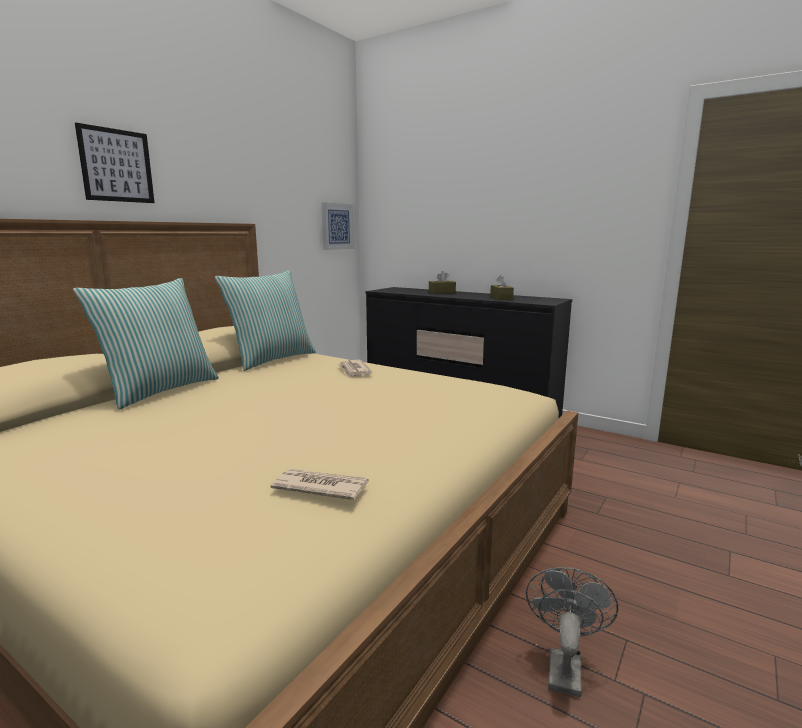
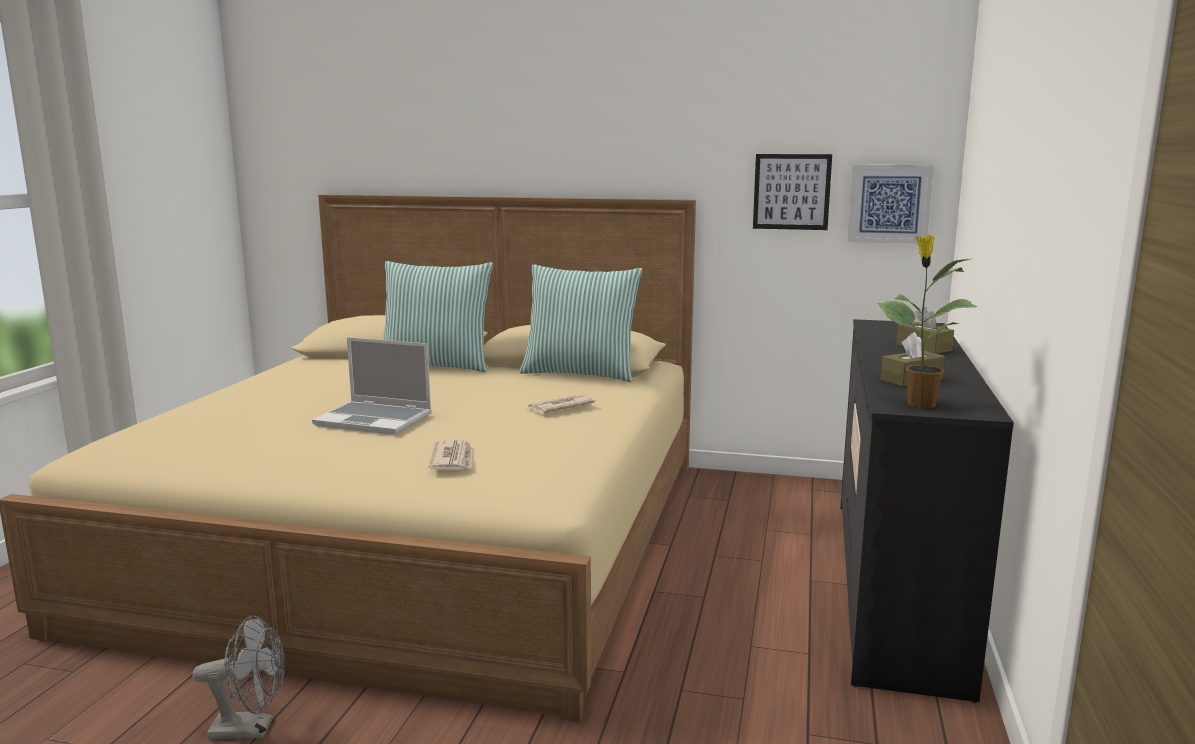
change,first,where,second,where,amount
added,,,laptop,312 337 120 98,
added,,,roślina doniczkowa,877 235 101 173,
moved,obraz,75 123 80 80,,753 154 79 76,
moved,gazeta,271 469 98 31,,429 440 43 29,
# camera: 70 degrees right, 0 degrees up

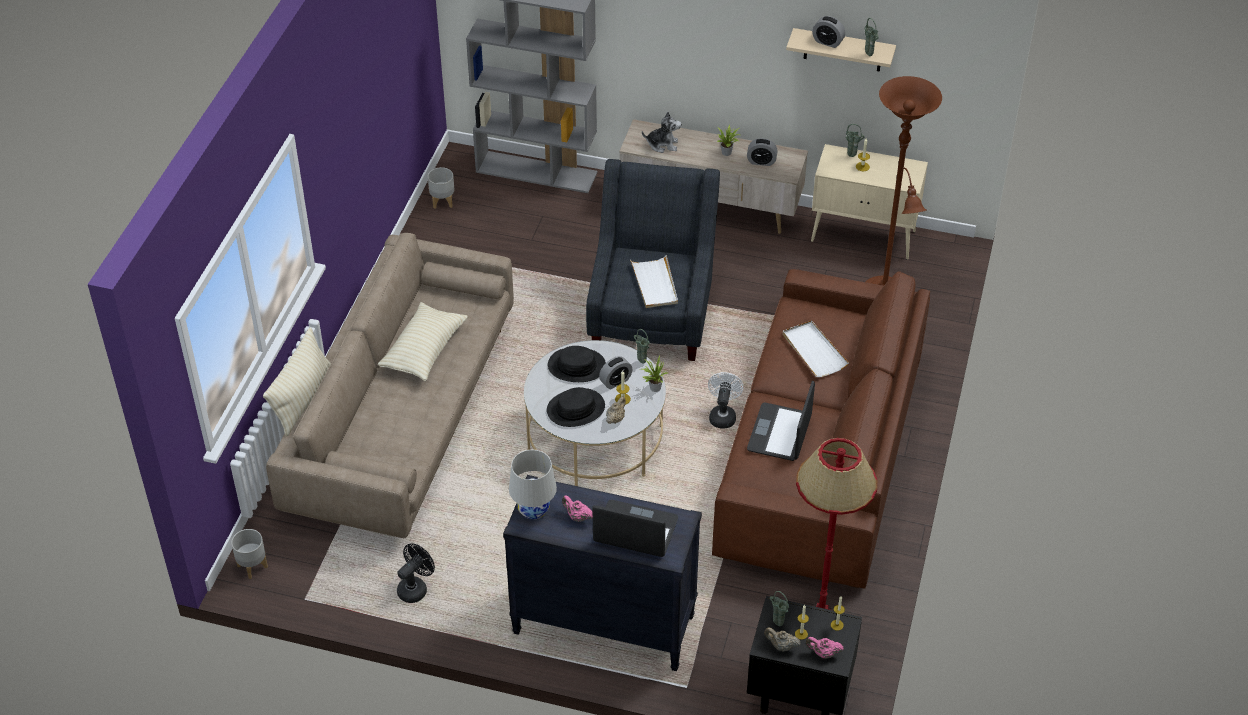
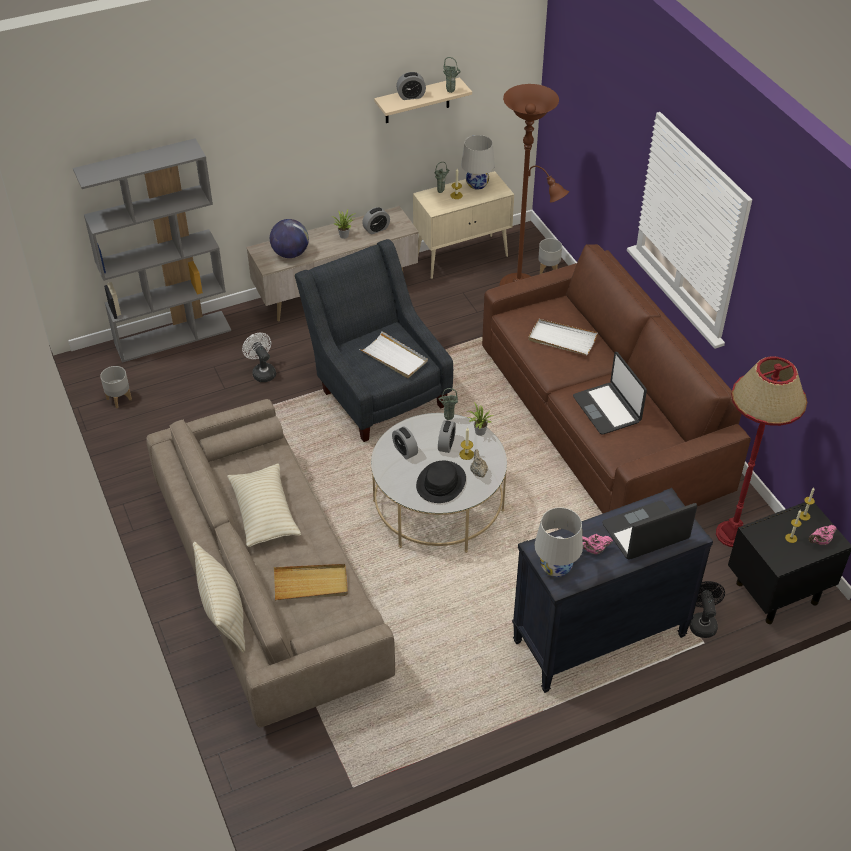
change,first,where,second,where,amount
removed,imbryk/beżowy,764 628 37 23,,,
removed,wazon/zielony,770 591 19 35,,,
added,,,taca/beżowy,274 564 74 36,
added,,,lampa stołowa/biały,461 135 34 55,
moved,donica/szary,231 529 37 50,,538 238 24 36,
moved,wentylator/czarny,397 543 38 60,,689 581 36 57,
moved,wentylator/biały,708 372 35 56,,242 333 34 49,
replaced,kapelusz/czarny,548 346 58 36,budzik,392 426 26 34,
replaced,pluszak,642 111 39 42,globus,270 219 39 39,
# camera: 40 degrees left, 0 degrees up

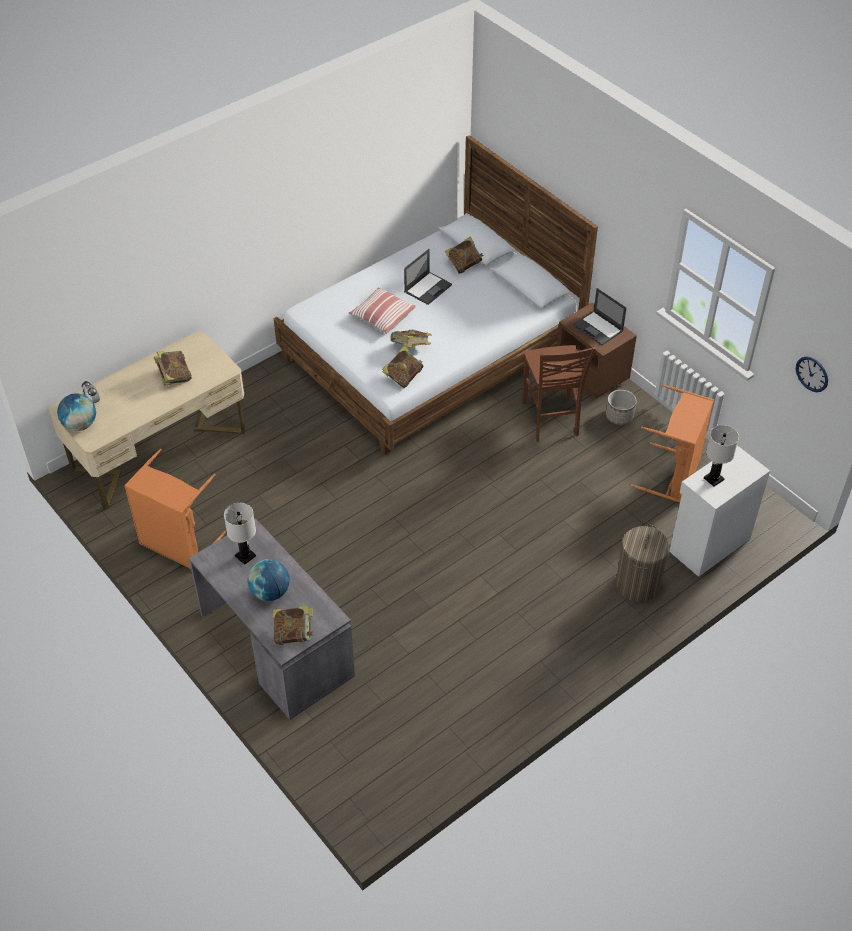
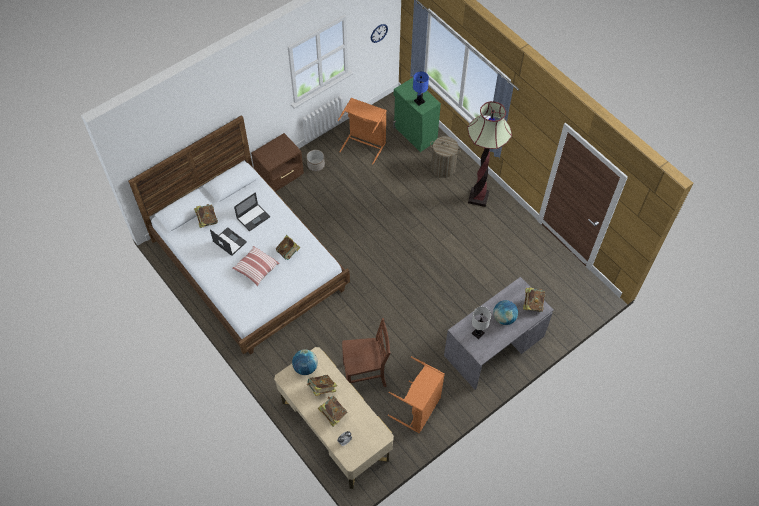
change,first,where,second,where,amount
added,,,lampa stojąca,467 101 45 106,
moved,globus,57 393 39 38,,292 350 26 25,
moved,książka,382 346 42 42,,318 396 29 30,
moved,krzesło/brązowy,522 345 74 97,,342 318 49 69,
moved,laptop,573 288 54 58,,234 192 36 40,
recoloured,szafka/biały,669 445 101 132,szafka/zielony,393 78 48 74,
recoloured,lampa stołowa/biały,704 425 35 62,lampa stołowa/niebieski,413 71 16 35,
# camera: 90 degrees left, 10 degrees up

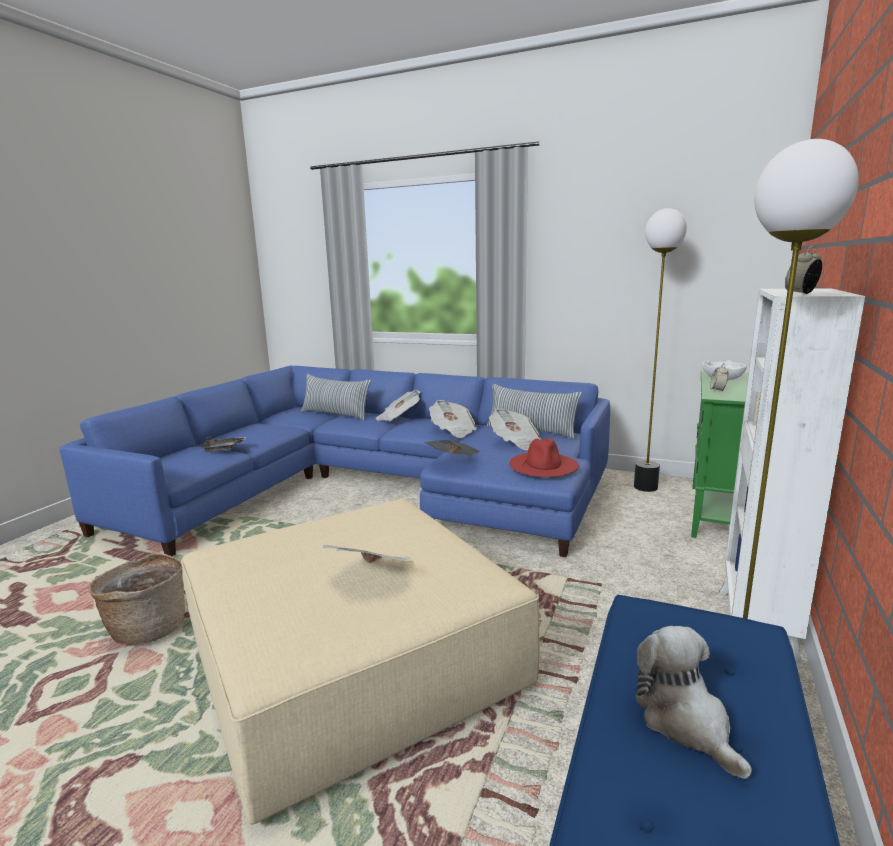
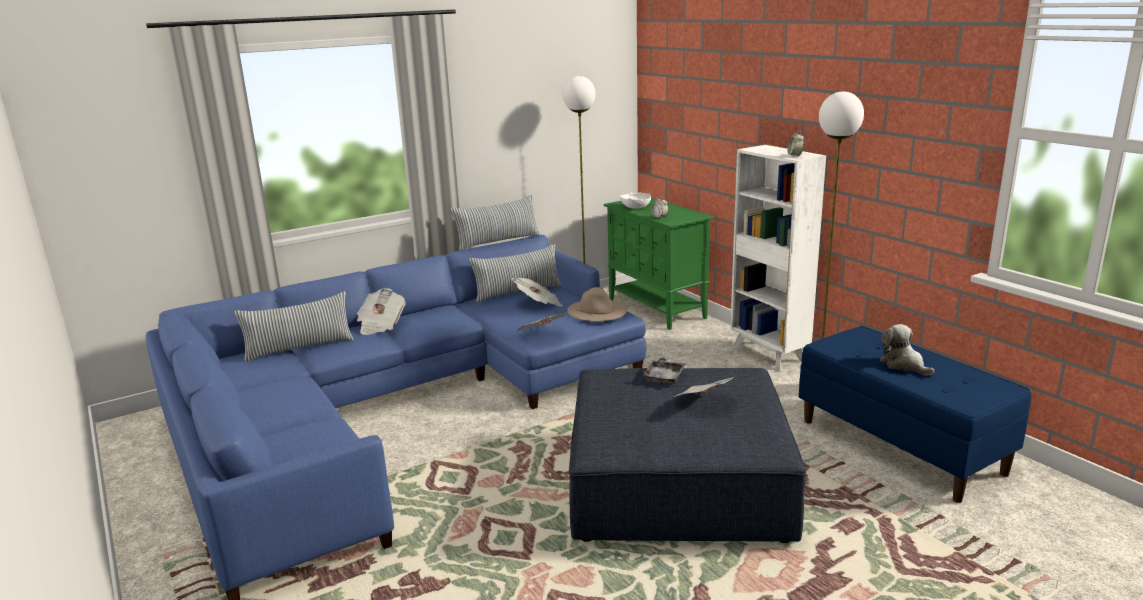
change,first,where,second,where,amount
removed,koszyk,89 552 96 93,,,
removed,gazeta,429 400 48 38,,,
added,,,poduszka,450 195 90 56,
moved,taca/szary,202 437 44 15,,642 356 44 28,
recoloured,pufa/beżowy,181 499 359 326,pufa/niebieski,569 368 237 175,
recoloured,kapelusz/czerwony,509 438 70 39,kapelusz/beżowy,567 287 60 34,
turned,pluszak,636 626 116 154,,880 324 55 52,45 degrees clockwise
# camera: 55 degrees left, 5 degrees up

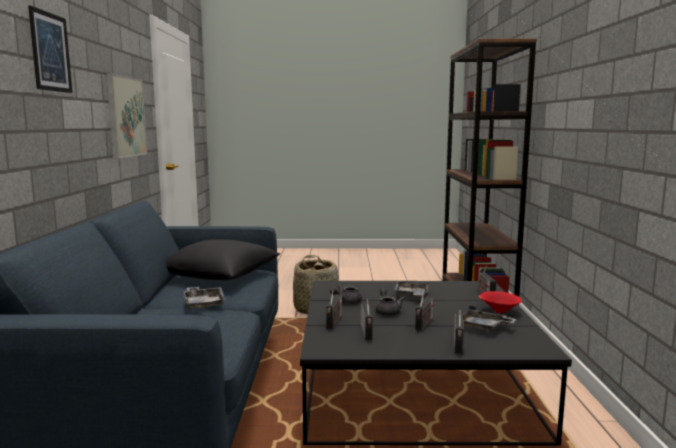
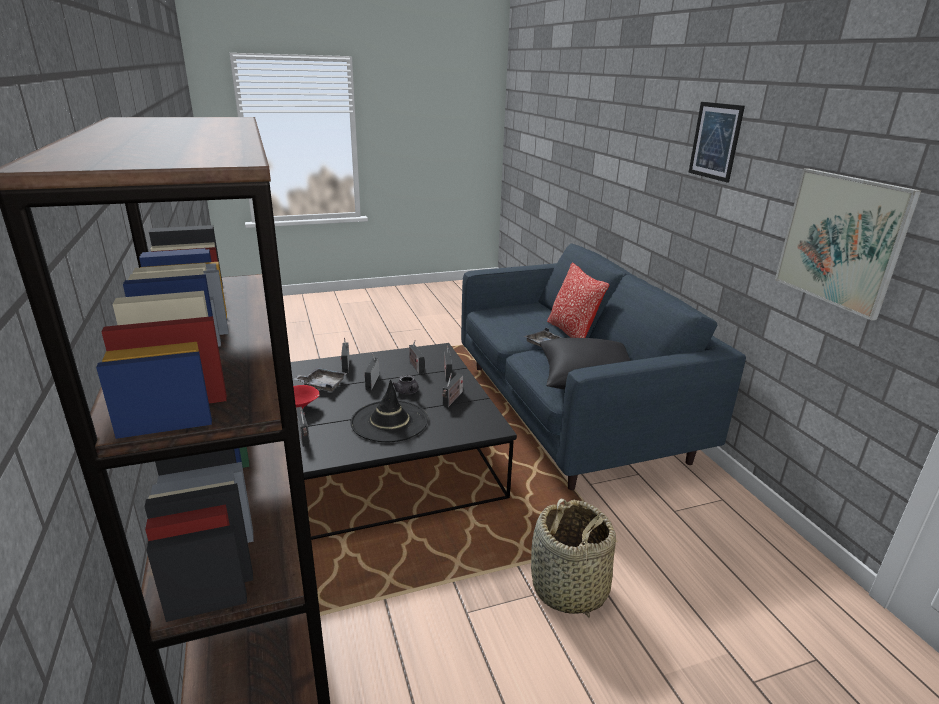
change,first,where,second,where,amount
added,,,poduszka,547 263 63 75,
replaced,imbryk/szary,330 285 32 19,radio,443 373 20 34,
replaced,taca/szary,394 280 35 17,kapelusz/czarny,350 380 78 62,
# camera: 160 degrees right, 15 degrees up

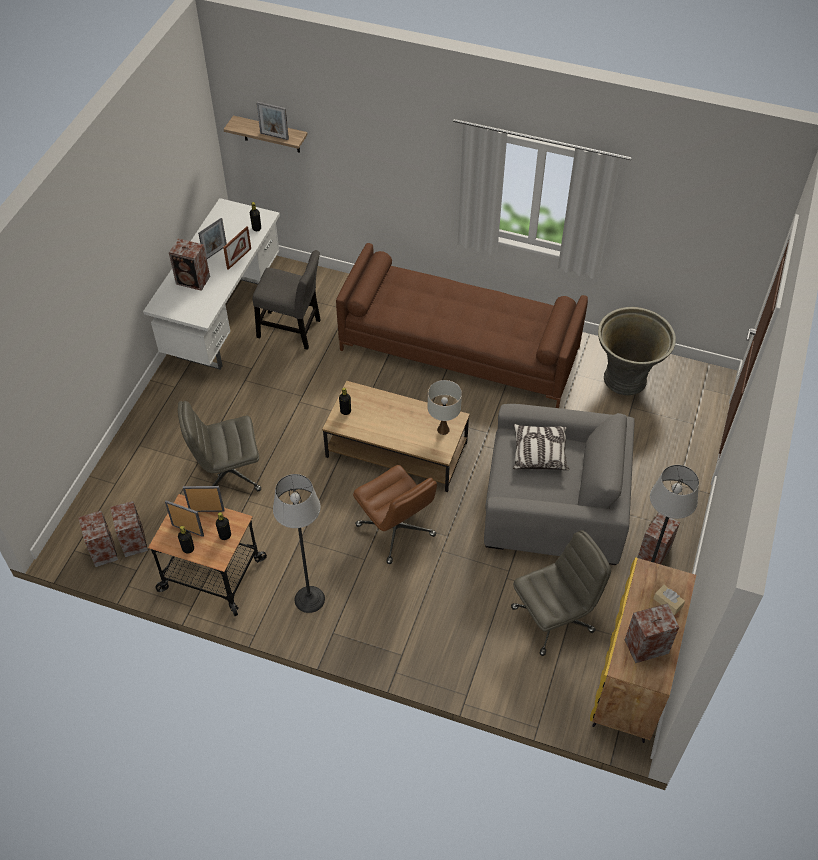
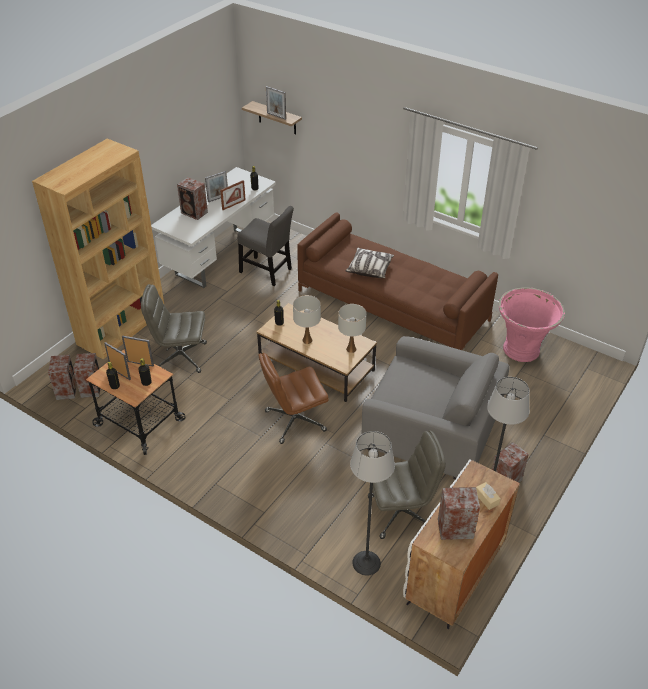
change,first,where,second,where,amount
added,,,regał/brązowy,32 139 132 220,
added,,,lampa stołowa/biały,293 295 28 49,
moved,lampa stojąca,273 474 52 139,,350 431 45 144,
moved,poduszka,513 424 56 46,,345 248 49 30,
recoloured,szafka/żółty,590 557 106 186,szafka/biały,403 459 117 170,
recoloured,donica/szary,598 307 78 89,donica/różowy,499 287 66 75,
turned,krzesło biurowe/brązowy,353 465 84 99,,258 353 71 91,90 degrees clockwise
# camera: 15 degrees right, 10 degrees down

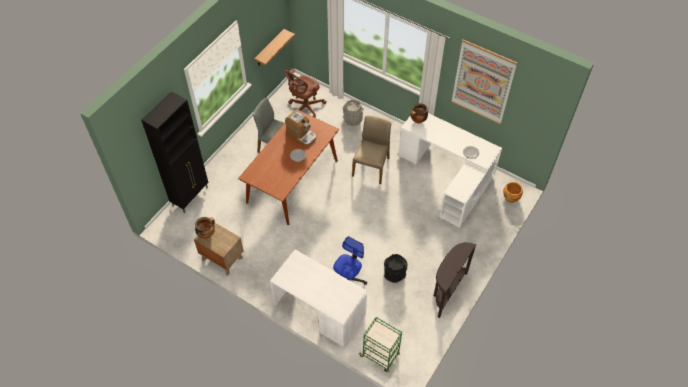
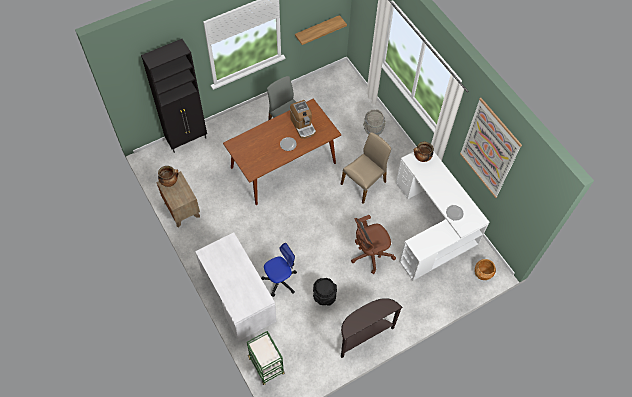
change,first,where,second,where,amount
moved,krzesło biurowe/brązowy,284 69 43 49,,351 215 45 59,
# camera: 25 degrees right, 5 degrees up

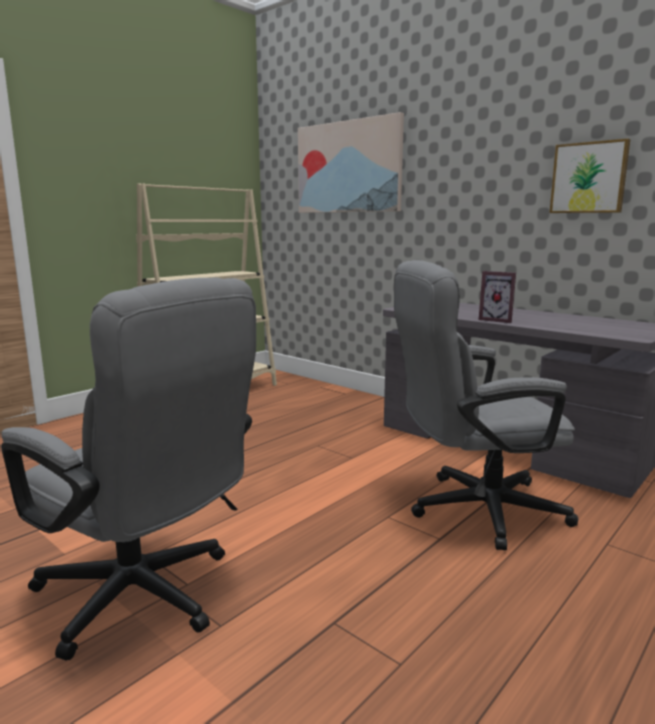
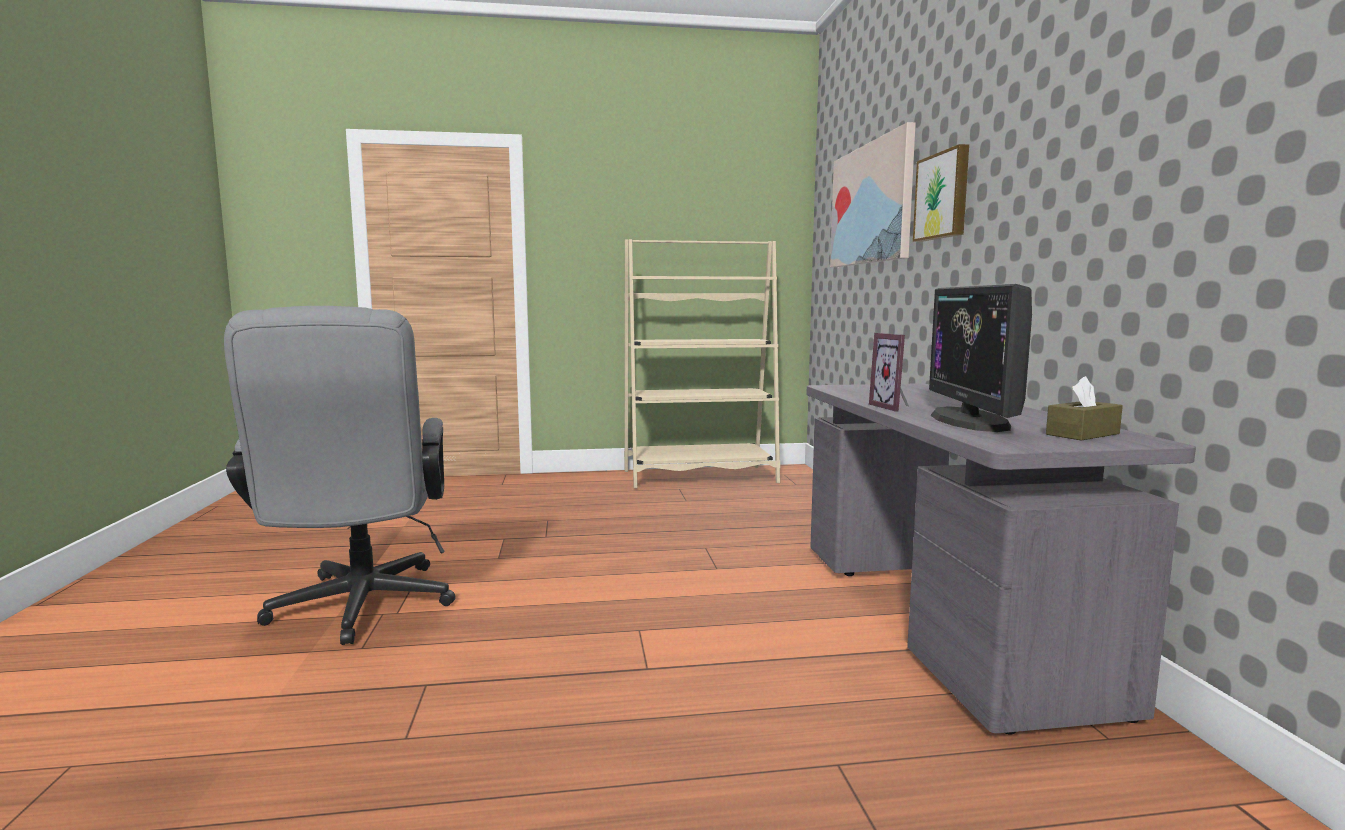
change,first,where,second,where,amount
removed,krzesło biurowe/szary,394 260 184 290,,,
added,,,monitor,929 284 103 148,
added,,,pudełko chusteczek/brązowy,1046 376 77 64,
moved,obraz,550 139 80 74,,913 144 56 98,
# camera: 40 degrees right, 5 degrees down

